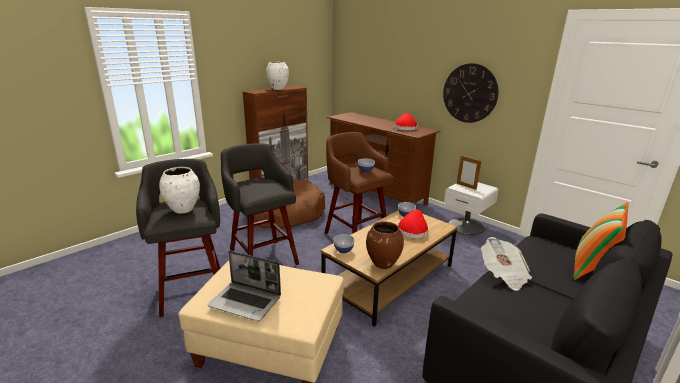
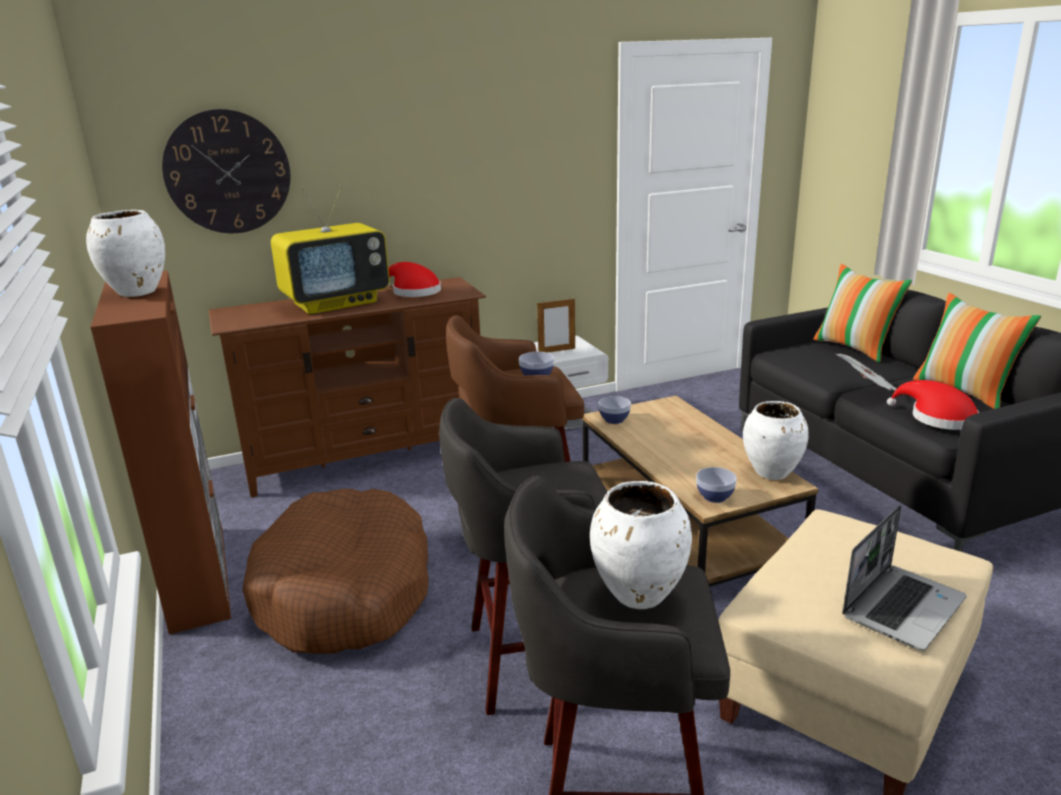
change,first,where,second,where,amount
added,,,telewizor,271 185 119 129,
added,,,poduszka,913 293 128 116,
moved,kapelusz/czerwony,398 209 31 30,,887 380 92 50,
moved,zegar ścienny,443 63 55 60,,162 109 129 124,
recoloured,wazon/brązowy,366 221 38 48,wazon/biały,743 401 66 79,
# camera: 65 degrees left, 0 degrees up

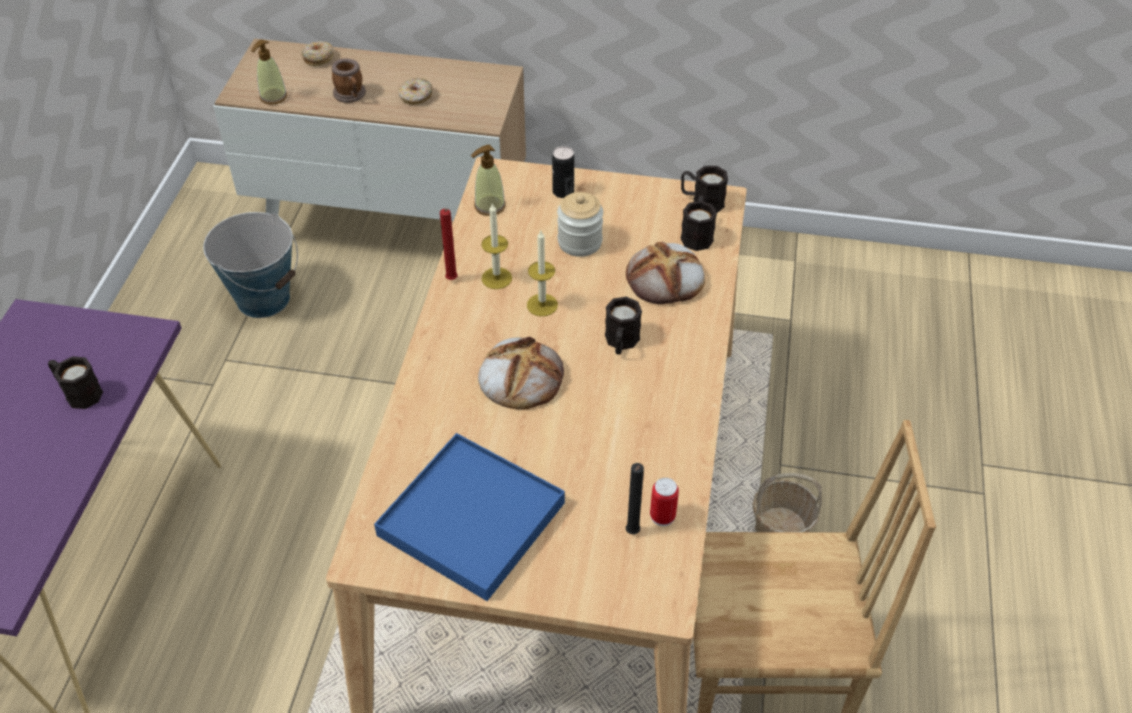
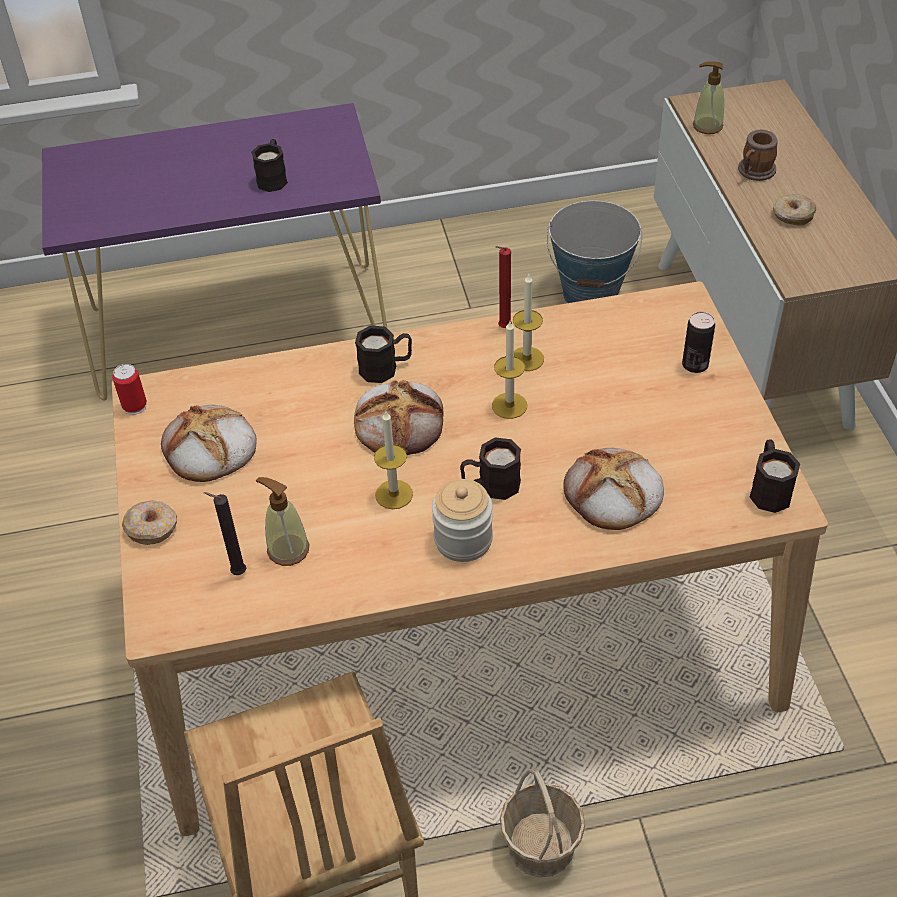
change,first,where,second,where,amount
added,,,świeca,374 410 39 99,
moved,donut,301 41 33 25,,122 500 55 45,
moved,dozownik mydła,471 145 35 71,,256 477 53 89,
moved,słoik,557 192 46 65,,432 479 61 83,
moved,puszka,650 478 29 48,,112 364 35 51,
moved,kubek/czarny,680 195 37 56,,355 326 57 57,
replaced,taca/niebieski,374 433 191 168,chleb,161 405 96 77,
# camera: 70 degrees right, 0 degrees up

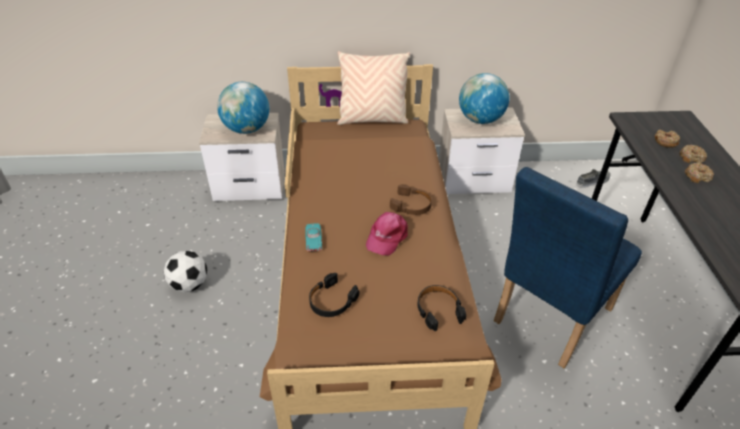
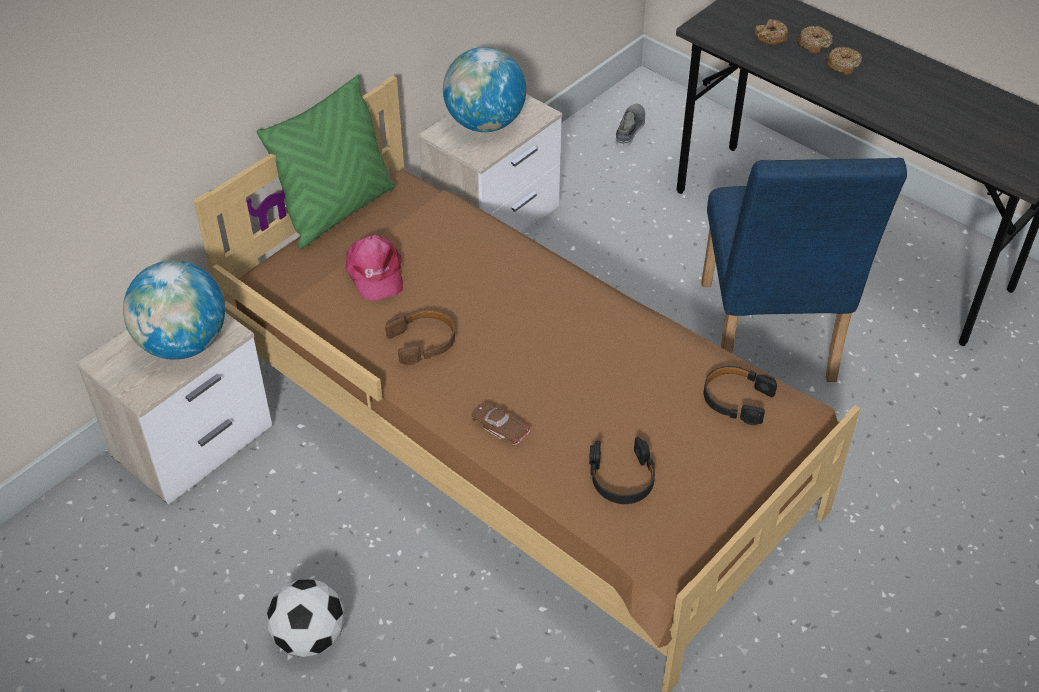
change,first,where,second,where,amount
moved,czapka z daszkiem/różowy,366 212 42 43,,346 235 57 66,
moved,słuchawki/brązowy,390 184 42 31,,385 310 70 55,
recoloured,samochodzik/turkusowy,305 224 17 28,samochodzik/brązowy,471 401 59 44,
recoloured,poduszka/beżowy,337 51 73 74,poduszka/zielony,257 75 139 174,
# camera: 45 degrees left, 5 degrees up

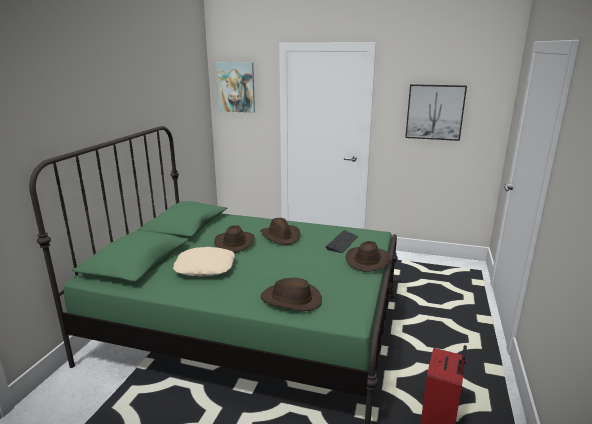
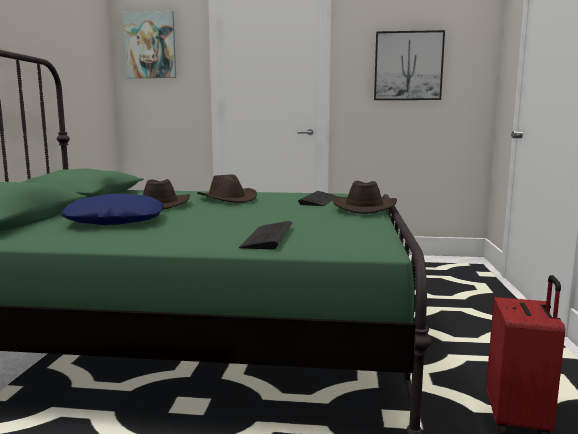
change,first,where,second,where,amount
replaced,kapelusz/brązowy,261 278 61 33,klawiatura,239 221 53 29,
recoloured,poduszka/beżowy,173 247 62 30,poduszka/niebieski,61 194 103 31,
# camera: 10 degrees left, 10 degrees down

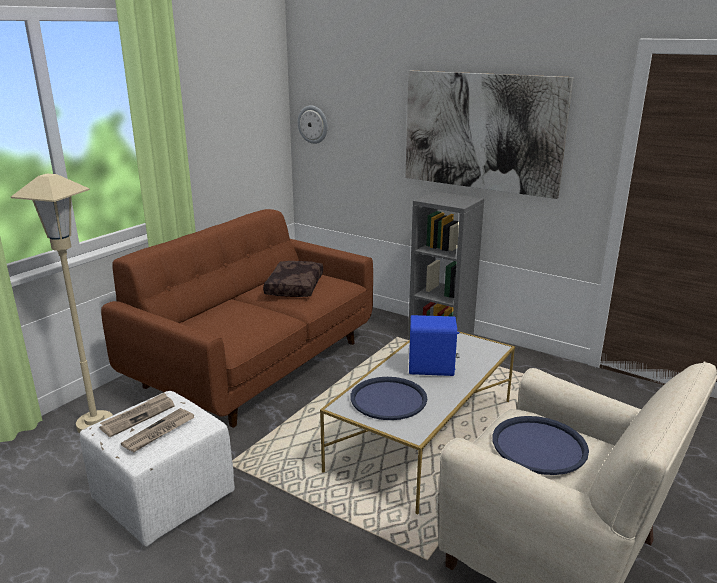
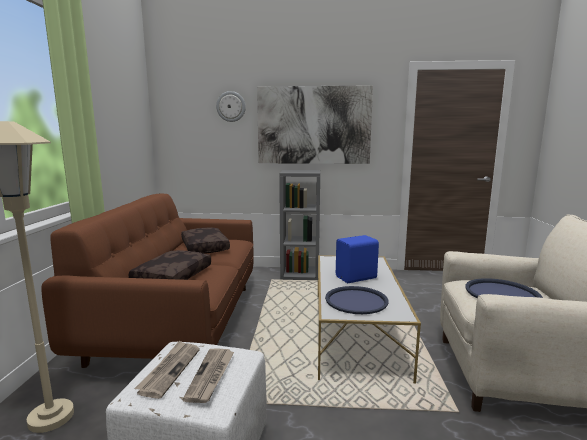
change,first,where,second,where,amount
added,,,poduszka/brązowy,129 250 82 30,
moved,zegar ścienny,298 105 30 39,,216 91 30 31,
# camera: 30 degrees left, 10 degrees down

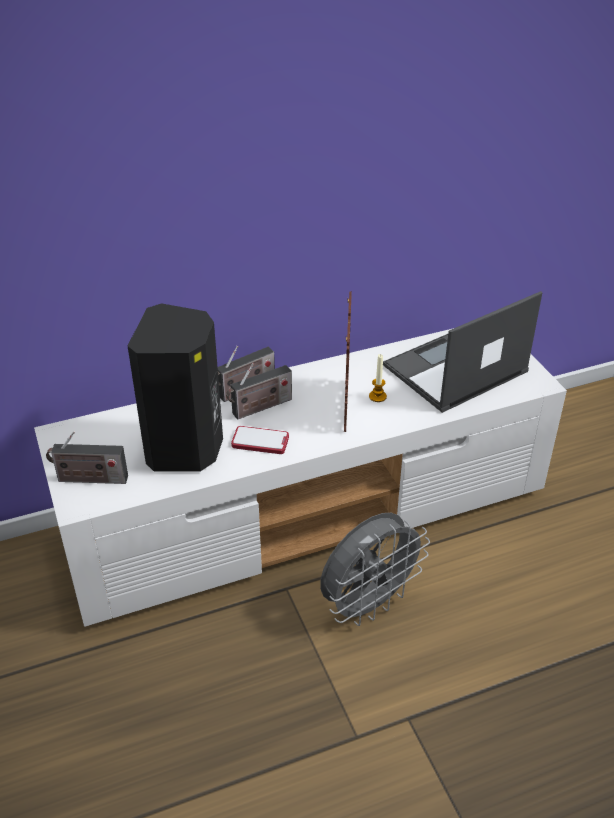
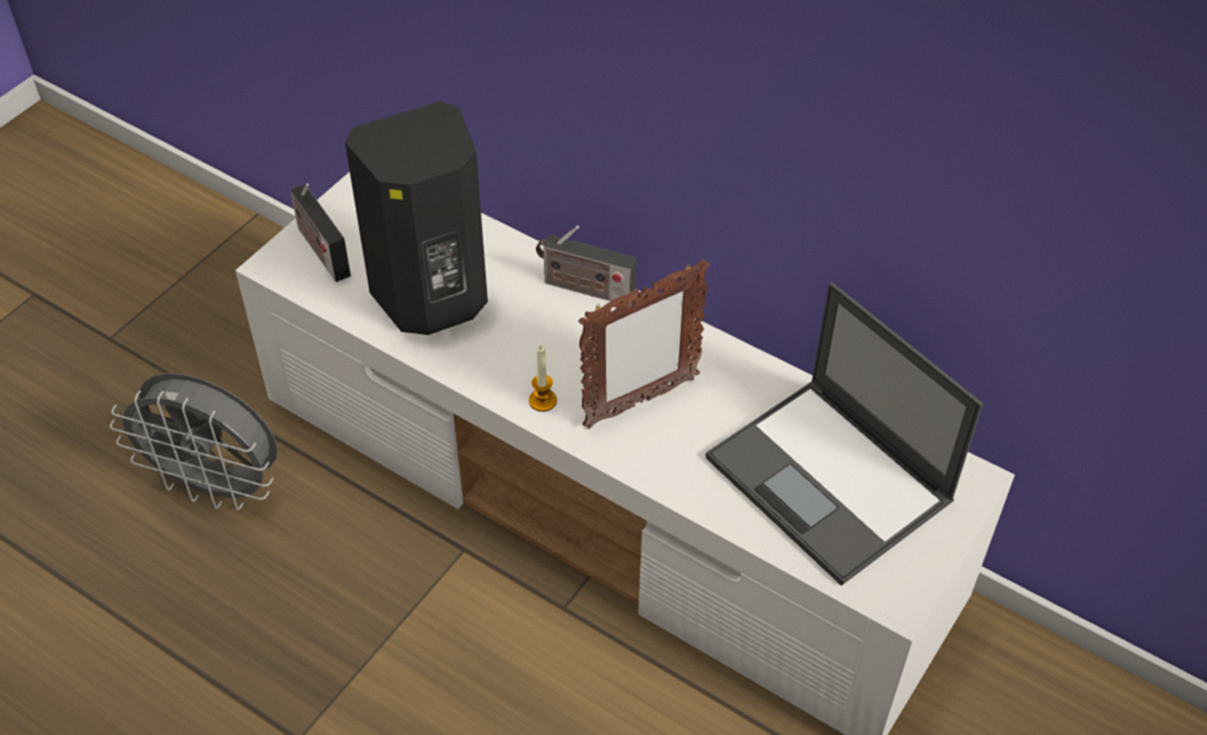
change,first,where,second,where,amount
removed,radio,226 363 66 57,,,
removed,telefon,231 426 58 28,,,
moved,wentylator/szary,320 513 110 113,,110 373 168 137,
moved,świeca,369 354 18 48,,529 345 28 67,
turned,laptop,383 291 159 122,,706 282 277 304,150 degrees counterclockwise
# camera: 55 degrees right, 10 degrees up

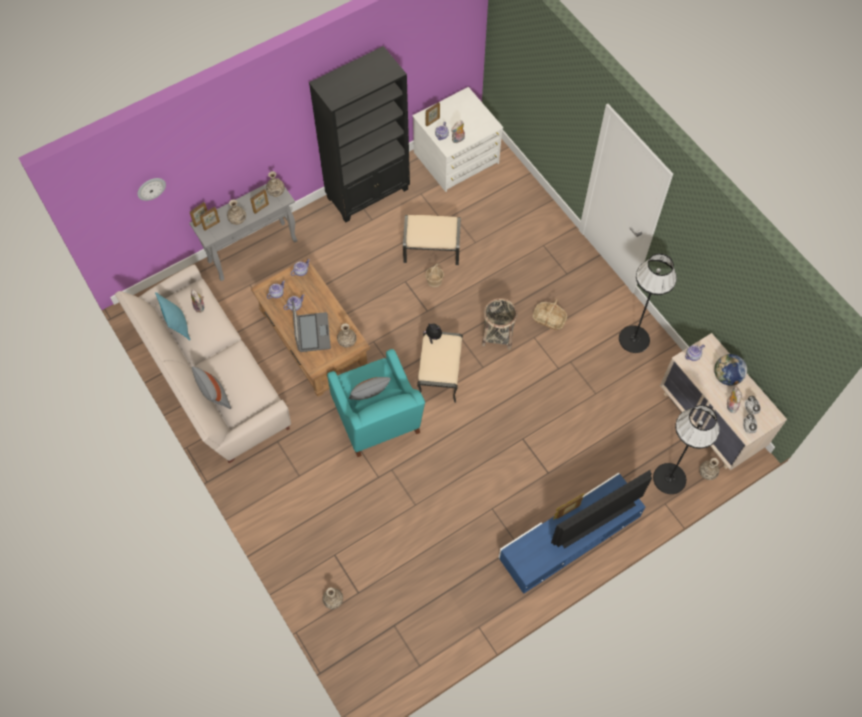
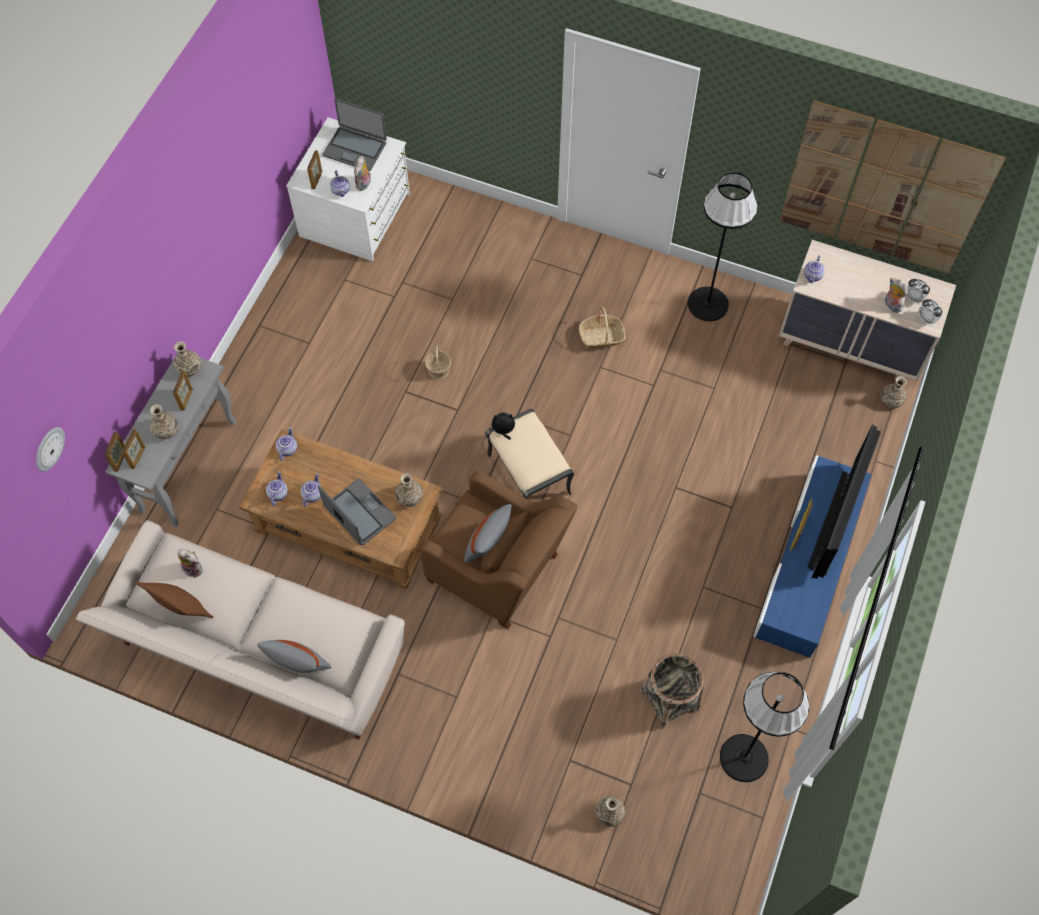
change,first,where,second,where,amount
removed,regał/czarny,309 46 101 177,,,
removed,pufa/beżowy,403 215 58 50,,,
removed,globus,714 354 33 31,,,
added,,,laptop,323 99 64 72,
added,,,obraz,779 100 227 174,
moved,koszyk,482 298 35 52,,640 653 63 75,
moved,lampa stojąca/czarny,653 405 67 89,,720 672 89 110,
recoloured,poduszka/turkusowy,155 292 36 49,poduszka/brązowy,136 581 77 37,
recoloured,fotel/turkusowy,327 349 98 108,fotel/brązowy,420 471 158 158,
# camera: 35 degrees left, 0 degrees up

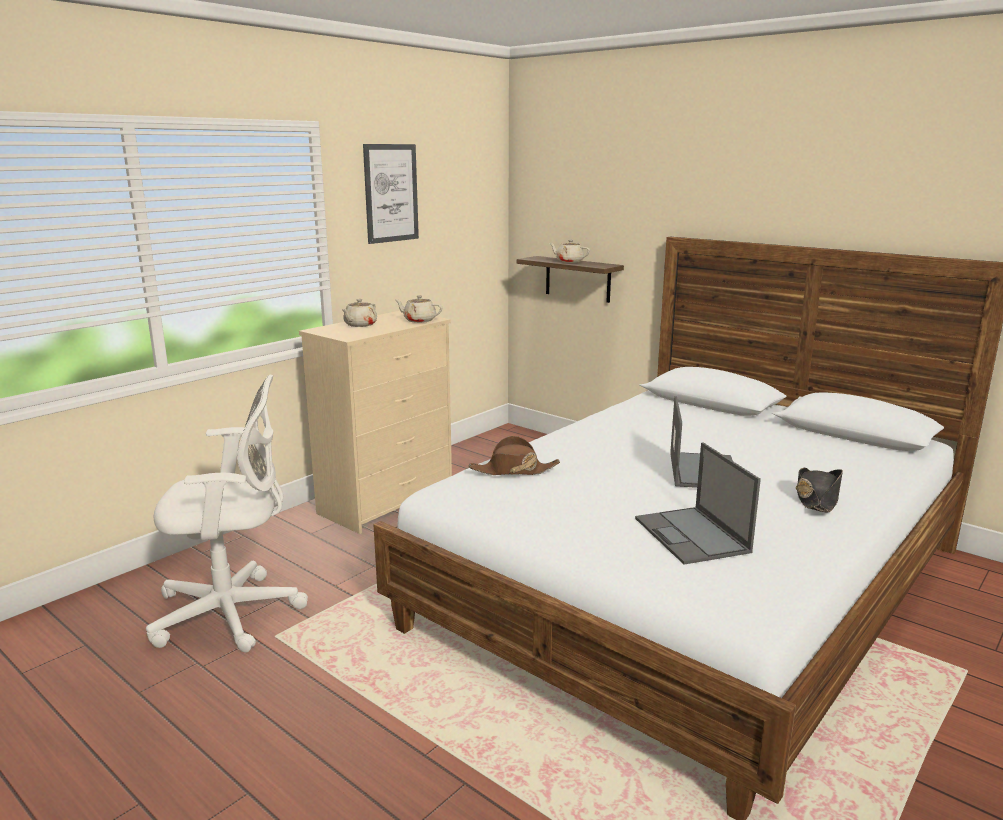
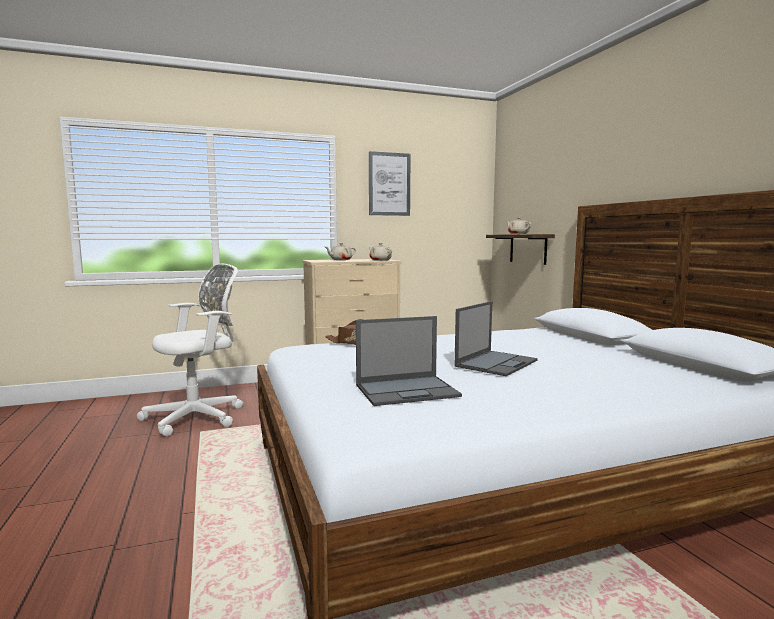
change,first,where,second,where,amount
removed,kapelusz/czarny,796 468 47 44,,,
turned,krzesło biurowe/biały,146 375 162 277,,137 264 106 173,60 degrees counterclockwise
turned,laptop,635 442 126 123,,356 316 106 90,120 degrees counterclockwise
# camera: 30 degrees right, 10 degrees down

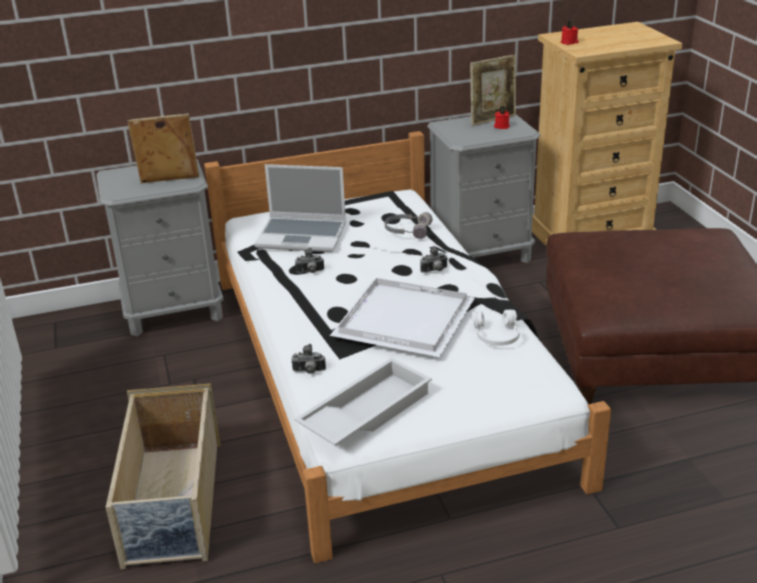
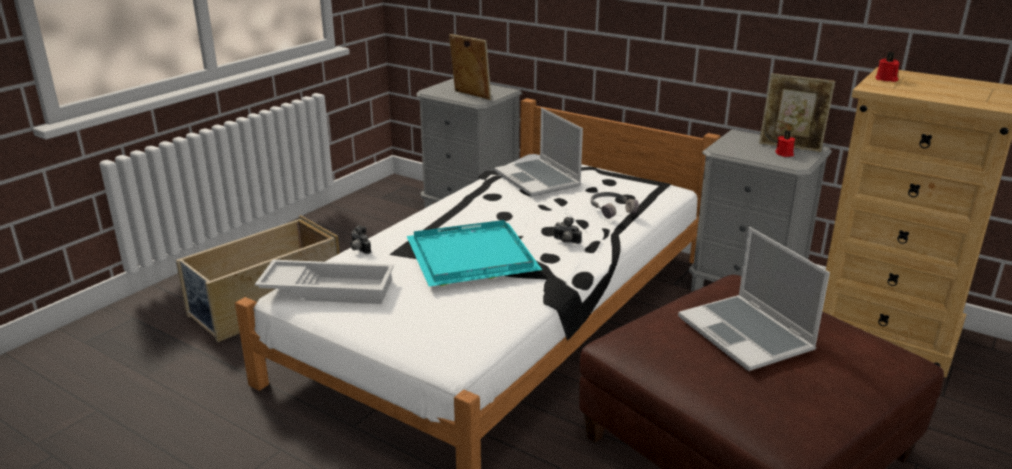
change,first,where,second,where,amount
removed,aparat fotograficzny,295 248 29 25,,,
removed,słuchawki/biały,473 310 47 36,,,
added,,,laptop,678 227 152 144,
recoloured,taca/biały,330 278 145 79,taca/turkusowy,407 220 135 67,
# camera: 50 degrees right, 5 degrees down

